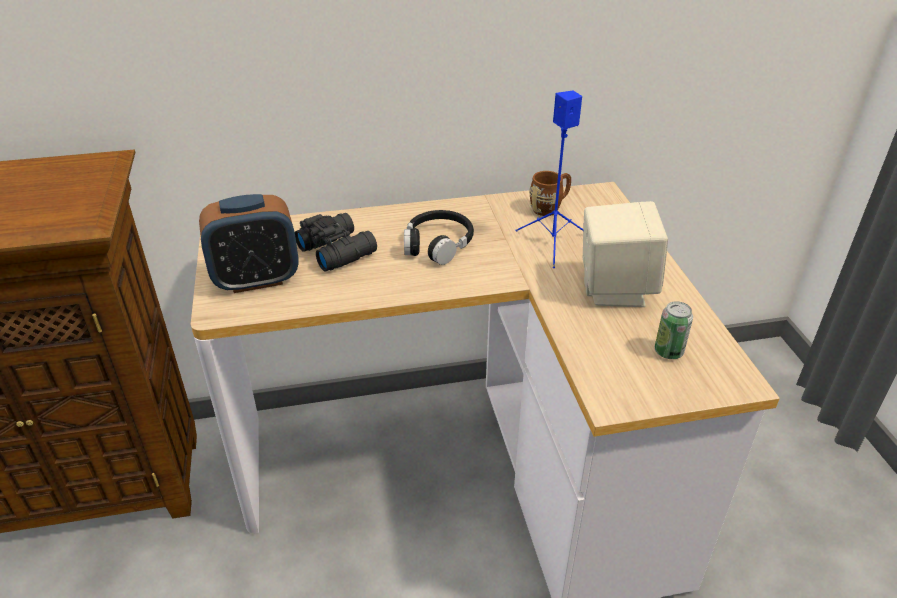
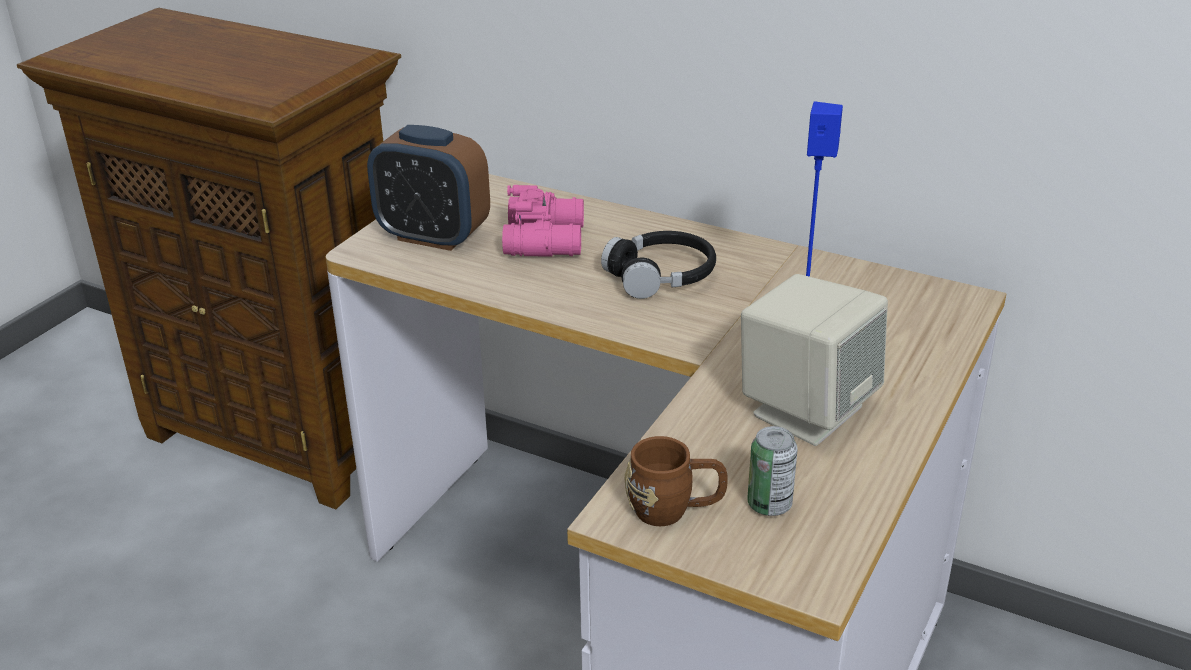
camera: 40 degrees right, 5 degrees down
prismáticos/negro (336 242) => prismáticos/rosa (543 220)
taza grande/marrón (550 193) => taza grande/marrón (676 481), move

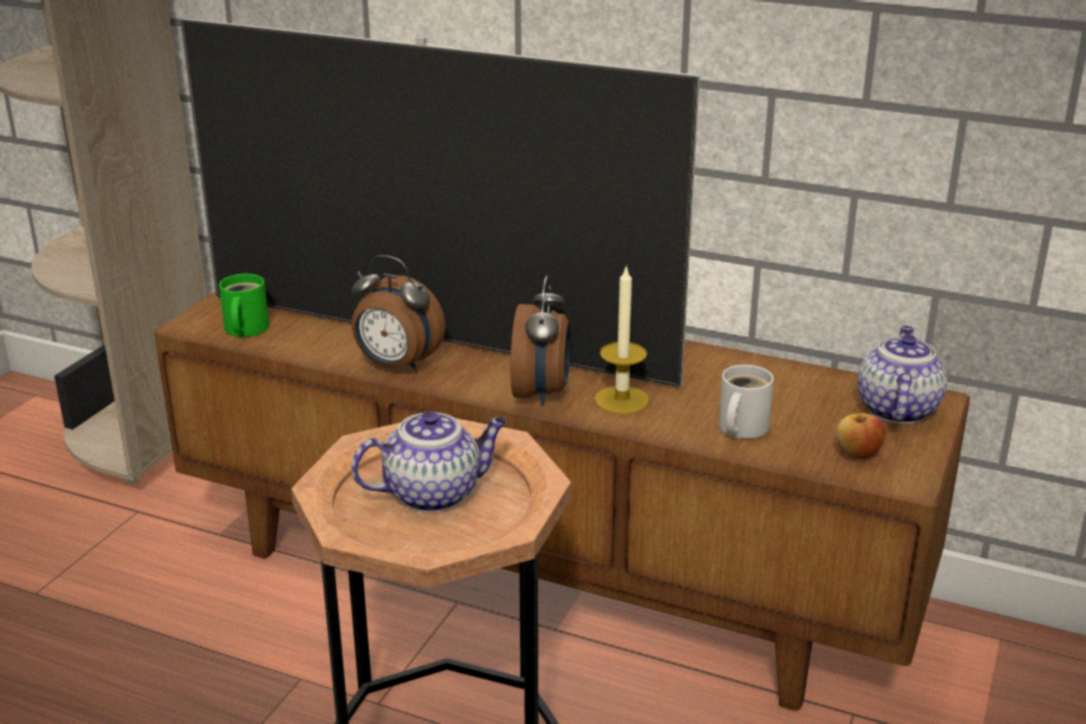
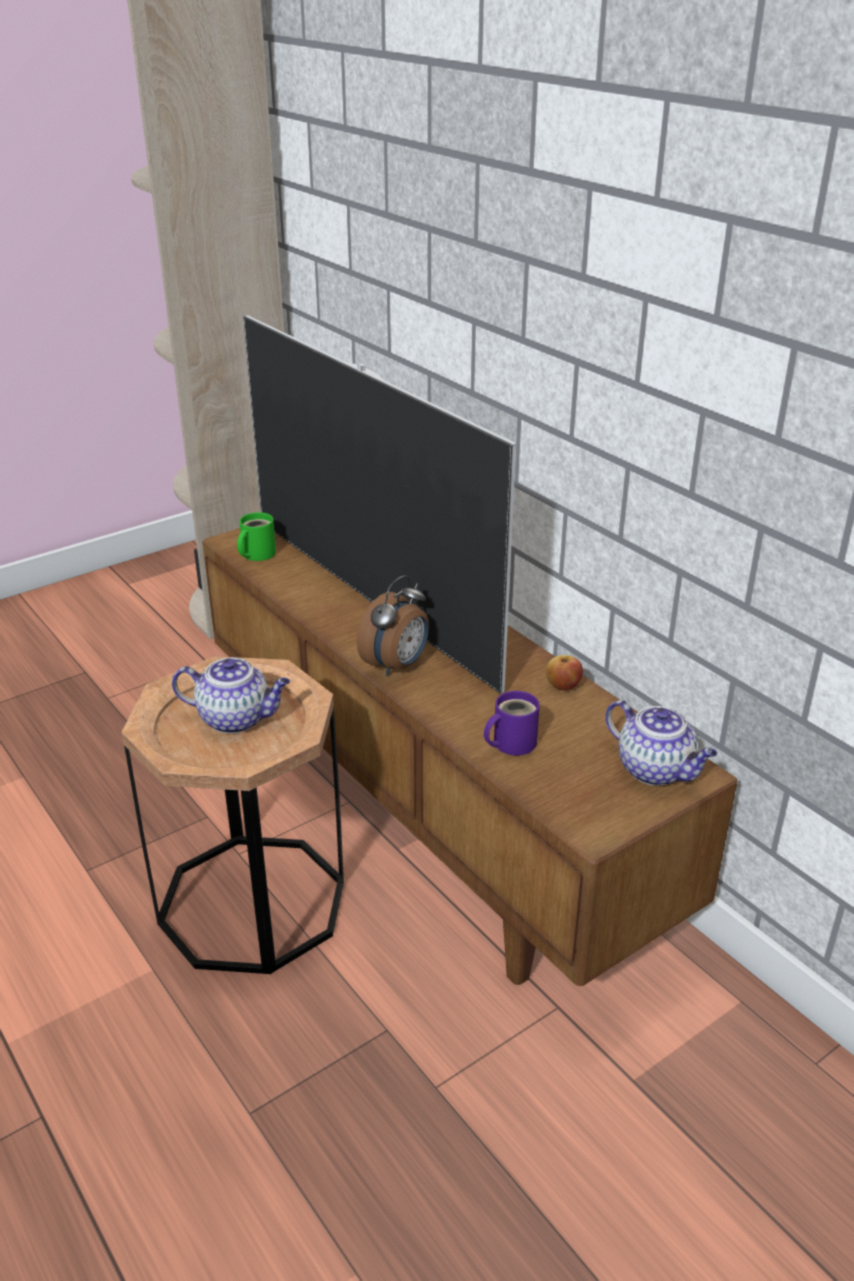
camera: 30 degrees right, 5 degrees up
taza grande/blanco (746 402) => taza grande/morado (512 723)
manzana (860 436) => manzana (564 672), move
tetera (902 374) => tetera (661 743), 90 degrees clockwise
despertador (399 314) => nothing
vela (621 339) => nothing

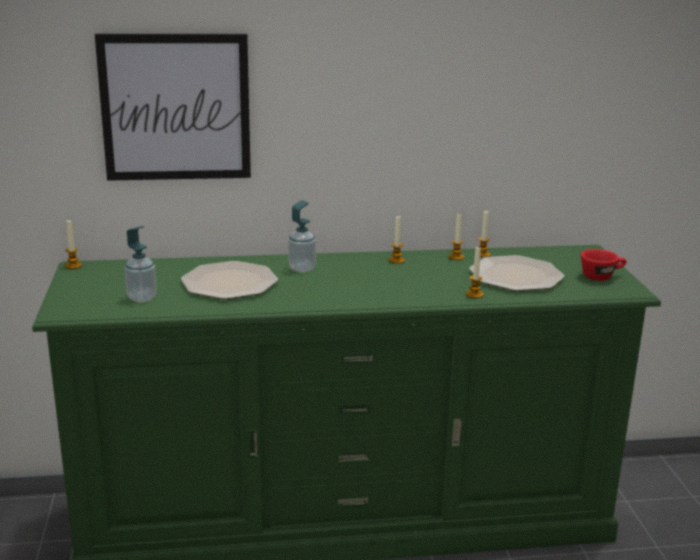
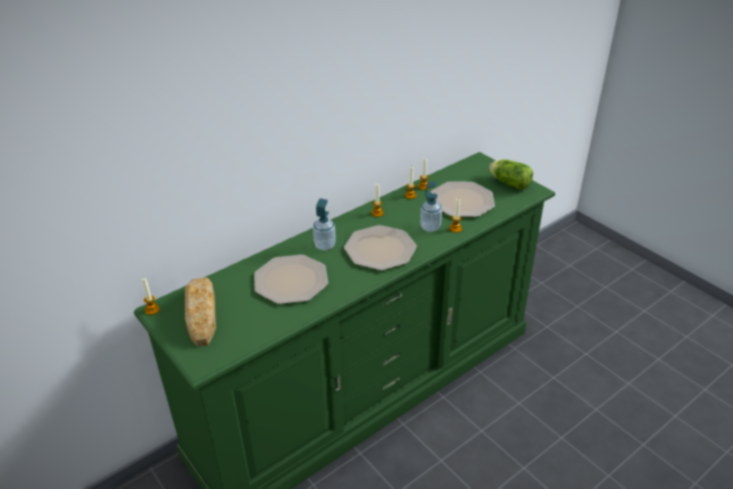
camera: 30 degrees left, 15 degrees up
nothing => pan (200 312)
nothing => plato (380 247)
dispensador de jabón (140 264) => dispensador de jabón (431 206), move
taza/rojo (604 265) => lechuga (511 174)
cuadro (173 107) => nothing

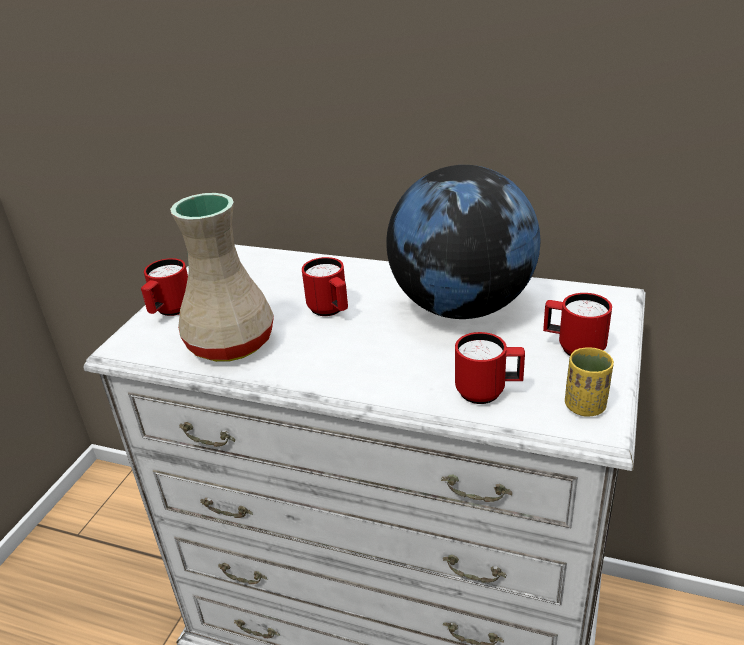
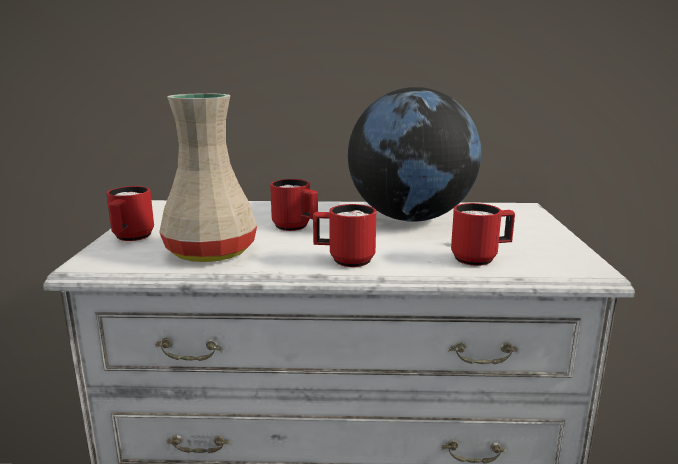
camera: 20 degrees left, 15 degrees down
taza grande/rojo (577 324) => taza grande/rojo (344 235), move
taza/amarillo (589 382) => nothing

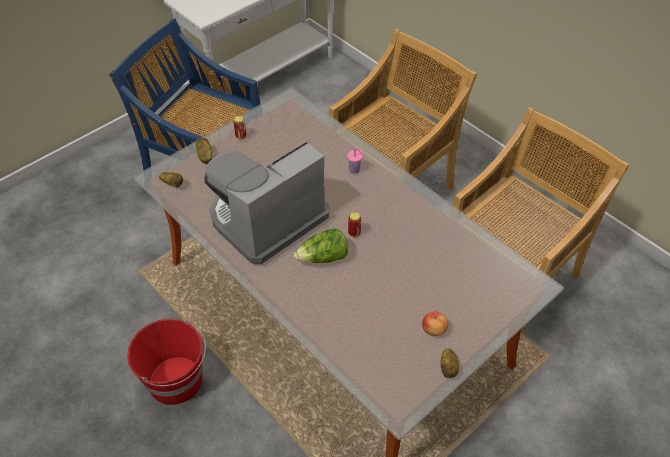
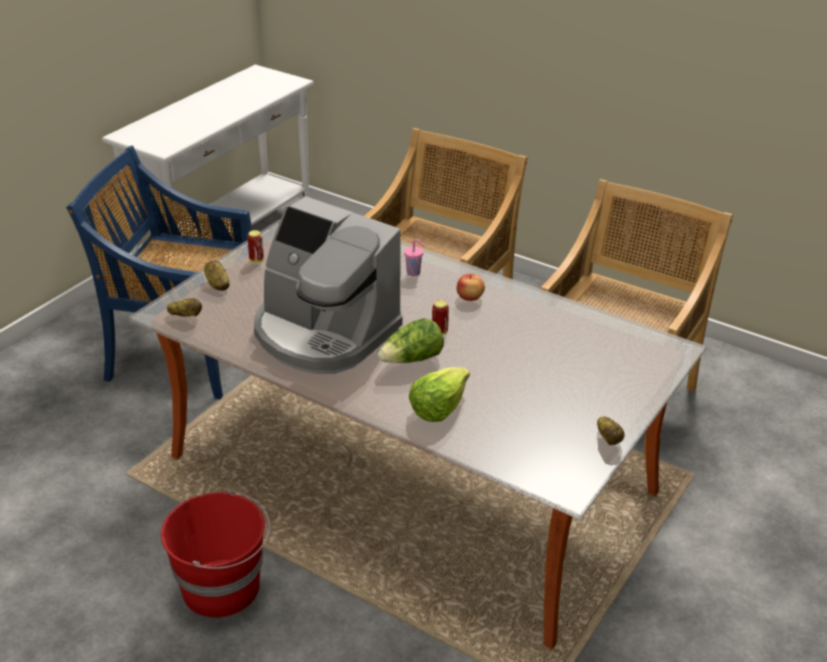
camera: 15 degrees left, 15 degrees down
cafetera (266 202) => cafetera (328 285), 90 degrees counterclockwise
nothing => lechuga (439 394)
manzana (435 323) => manzana (471 287), move

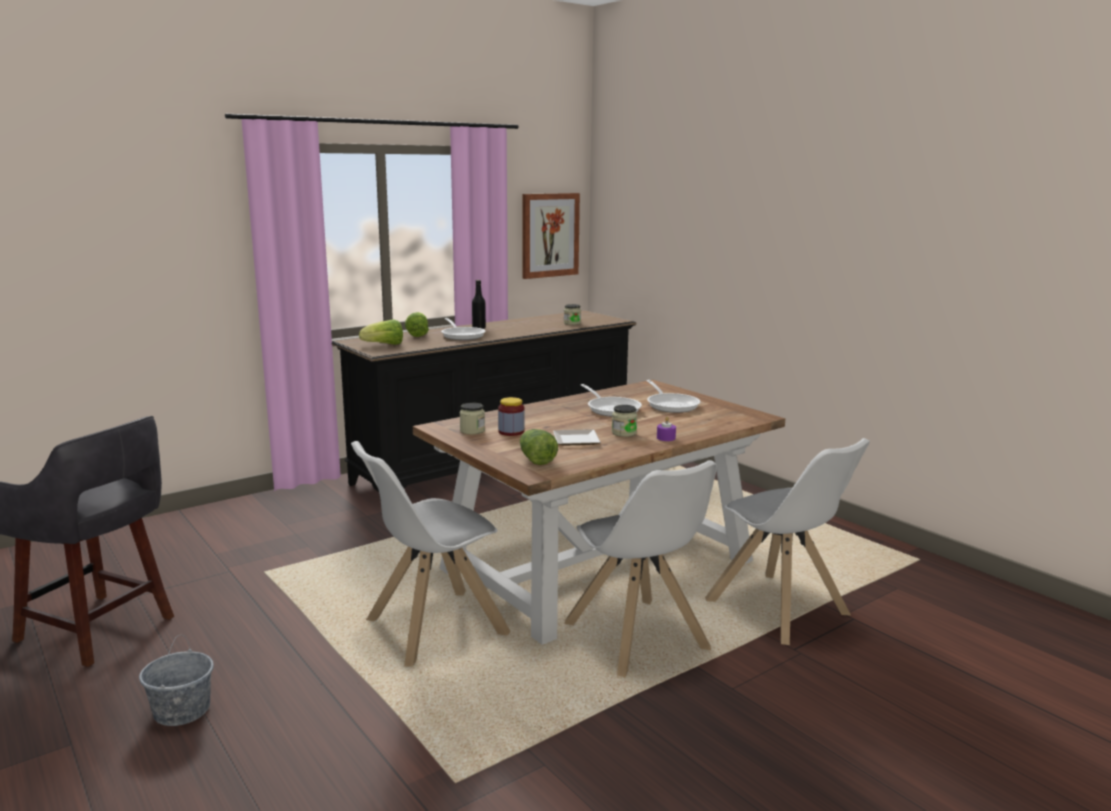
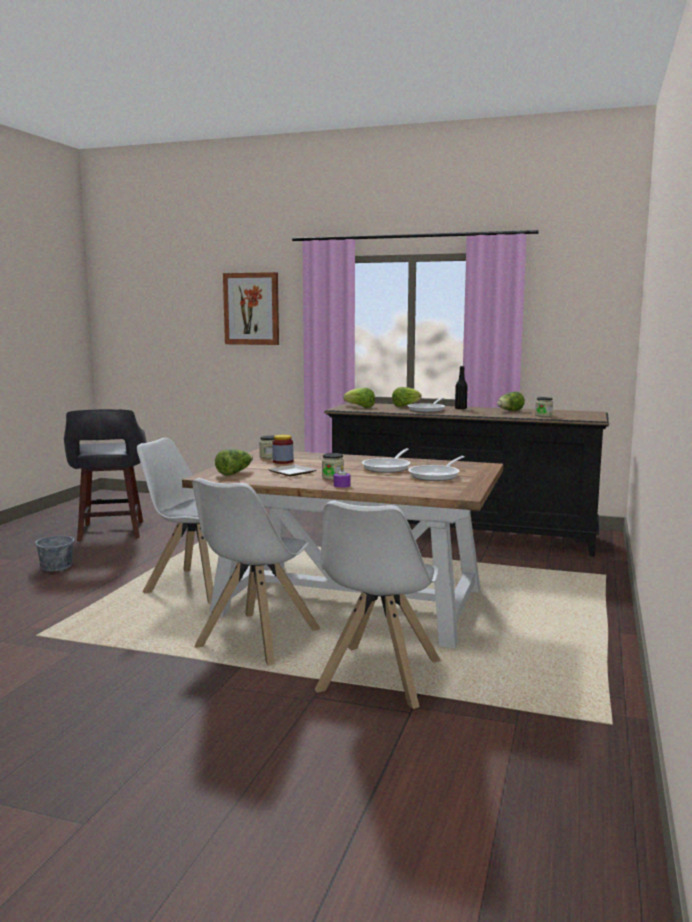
camera: 55 degrees right, 5 degrees down
cuadro (551 236) => cuadro (251 308), move
nothing => lechuga (511 401)

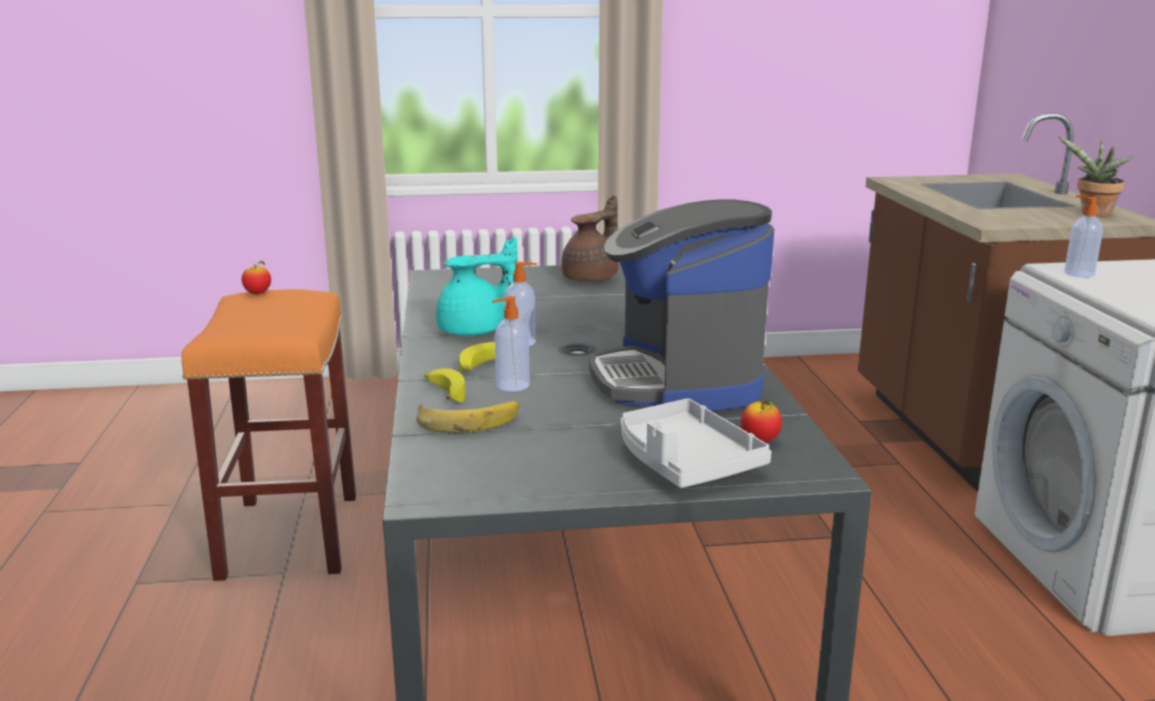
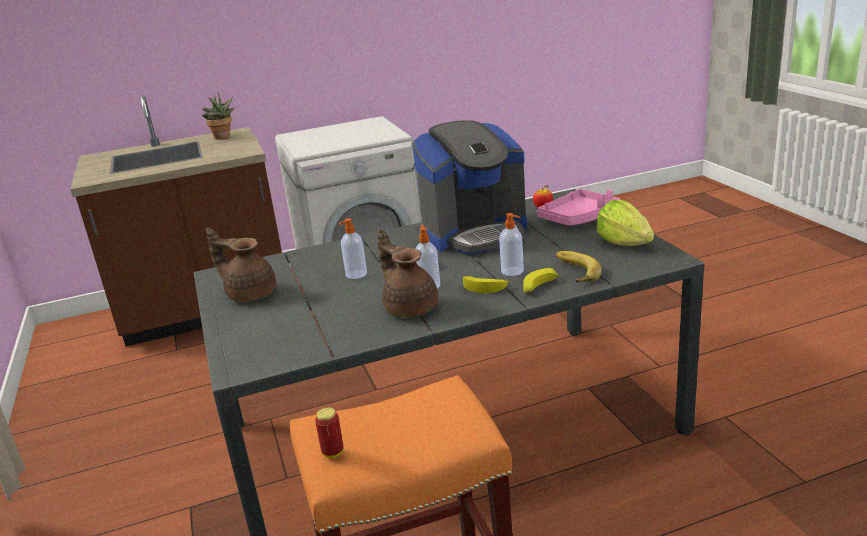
camera: 100 degrees left, 5 degrees up
manzana (256 277) => lata (329 432)
dispensador de jabón (1083 236) => dispensador de jabón (352 248), move
tetera/turquesa (477 286) => tetera/marrón (407 273)
bandeja/gris (696 443) => bandeja/rosa (578 207)
nothing => lechuga (625 223)

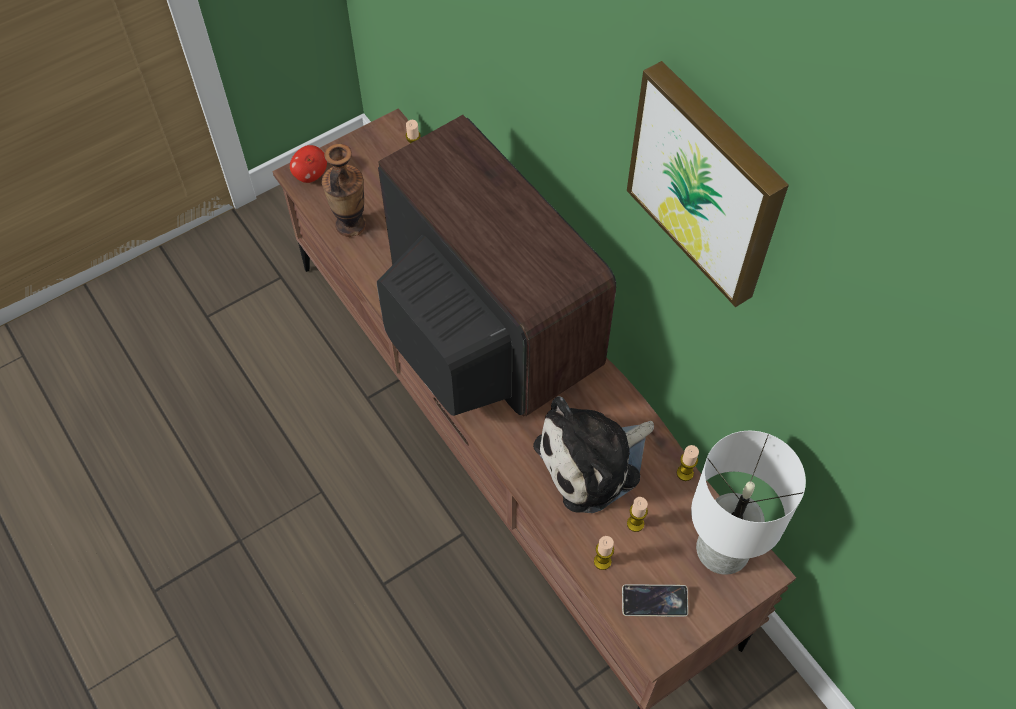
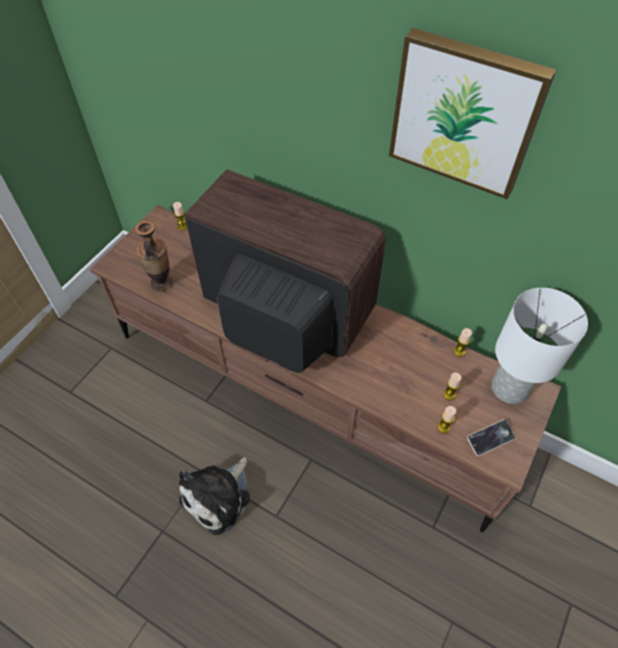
camera: 25 degrees left, 5 degrees down
peluche (593 454) => peluche (214 496), move
manzana (308 164) => nothing

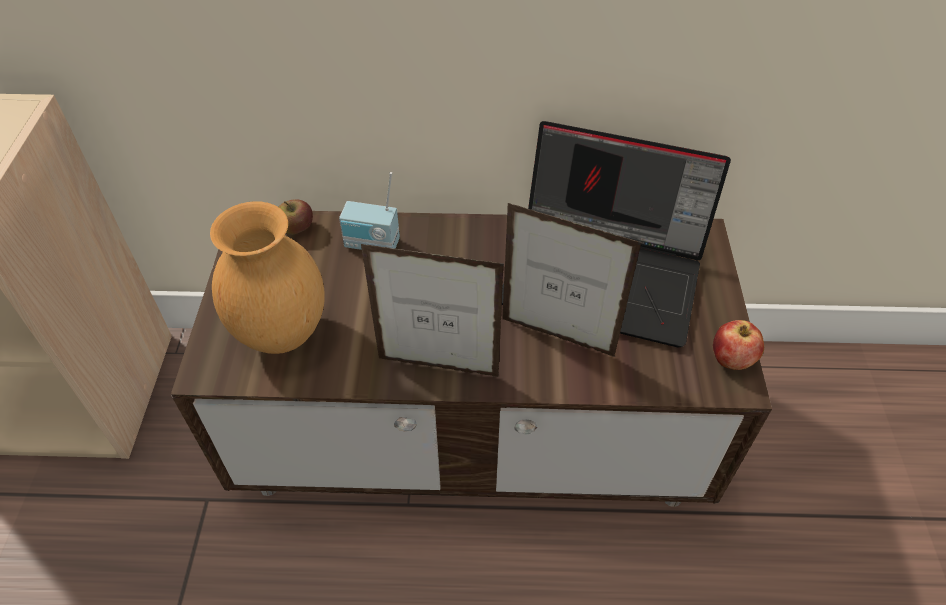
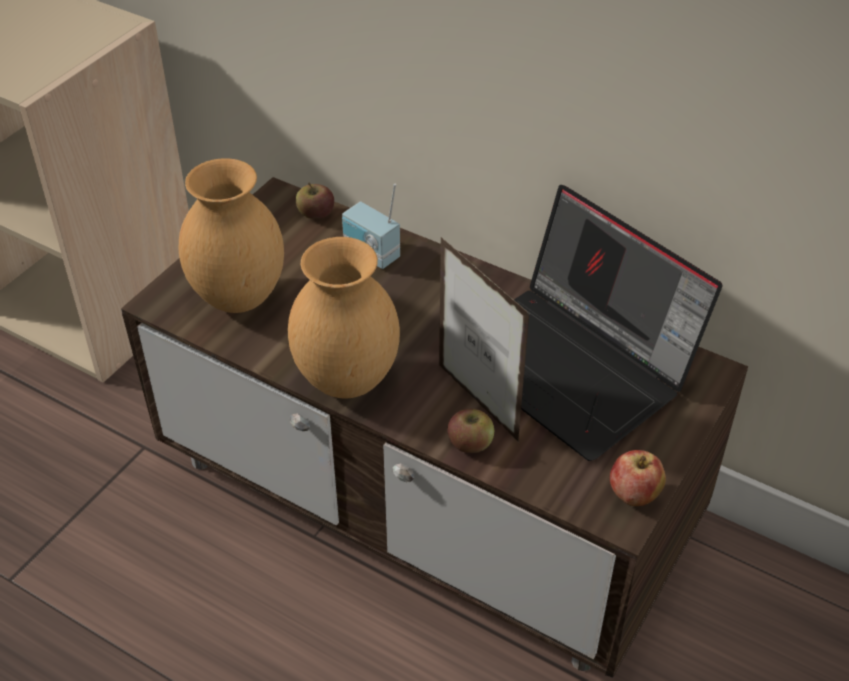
camera: 30 degrees right, 5 degrees down
portarretratos (432 310) => florero/marrón (344 318)
nothing => manzana (470 431)

